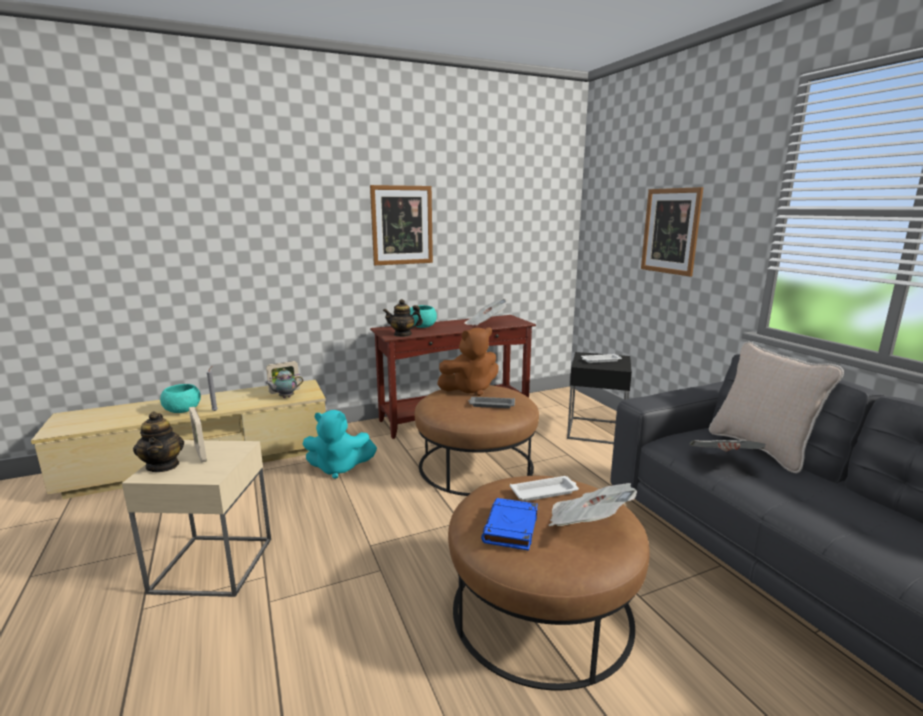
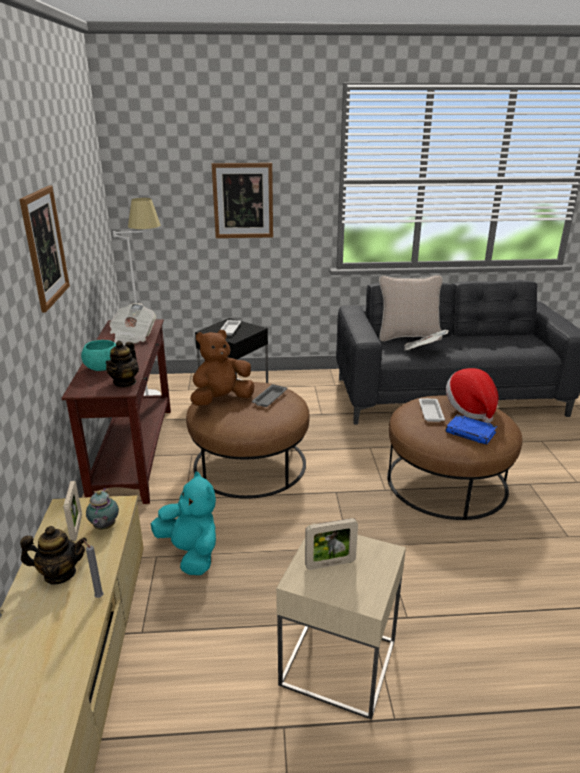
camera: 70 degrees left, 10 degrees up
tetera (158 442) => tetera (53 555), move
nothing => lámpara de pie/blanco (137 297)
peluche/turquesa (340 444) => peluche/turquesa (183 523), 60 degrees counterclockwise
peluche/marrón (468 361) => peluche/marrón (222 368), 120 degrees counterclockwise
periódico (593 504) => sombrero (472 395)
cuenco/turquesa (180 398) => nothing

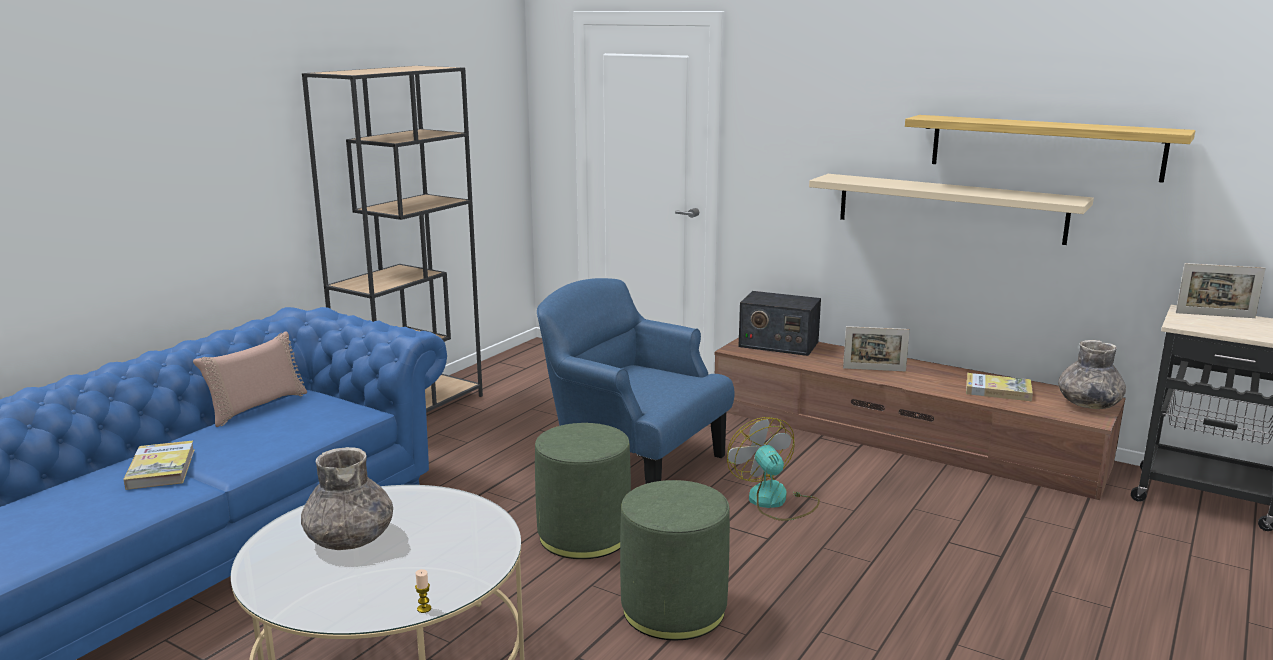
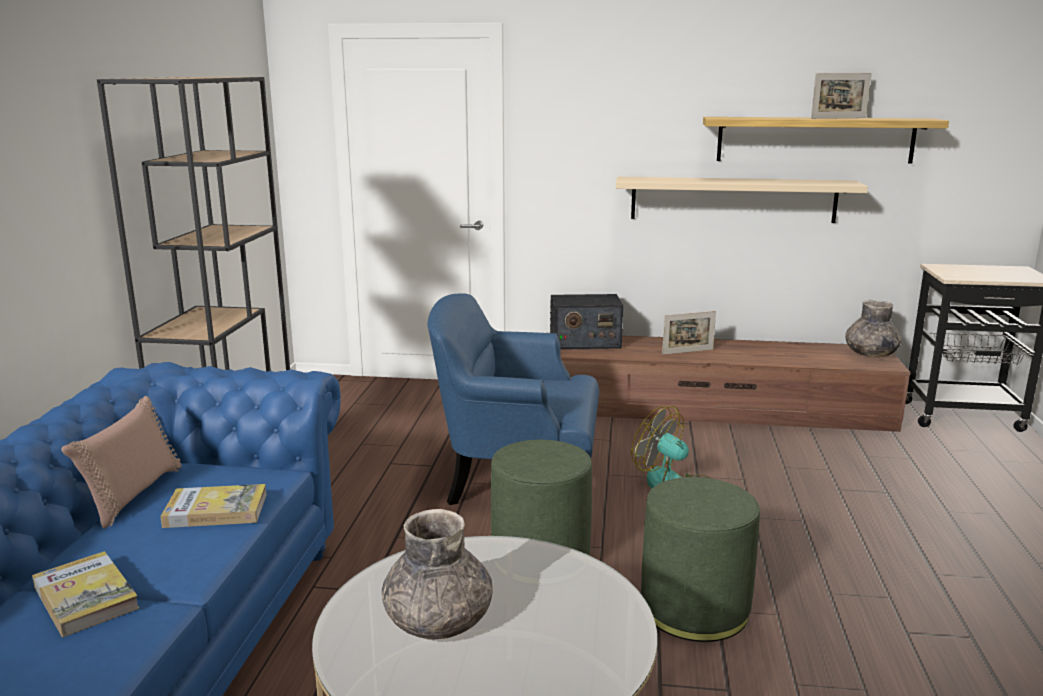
camera: 25 degrees left, 0 degrees up
libro (999 387) => libro (213 506), move
portarretratos (1221 290) => portarretratos (841 96), move
vela (423 591) => nothing

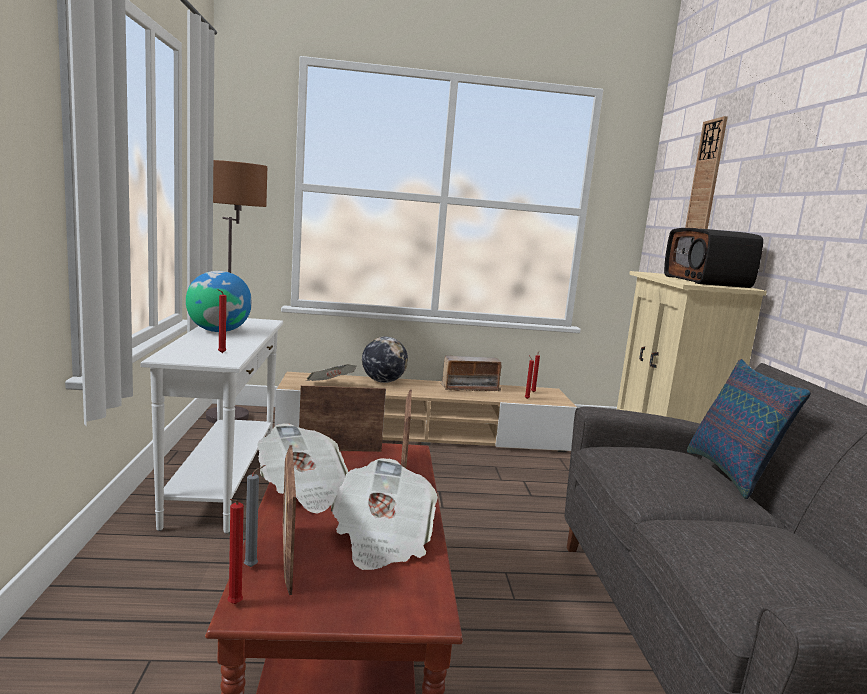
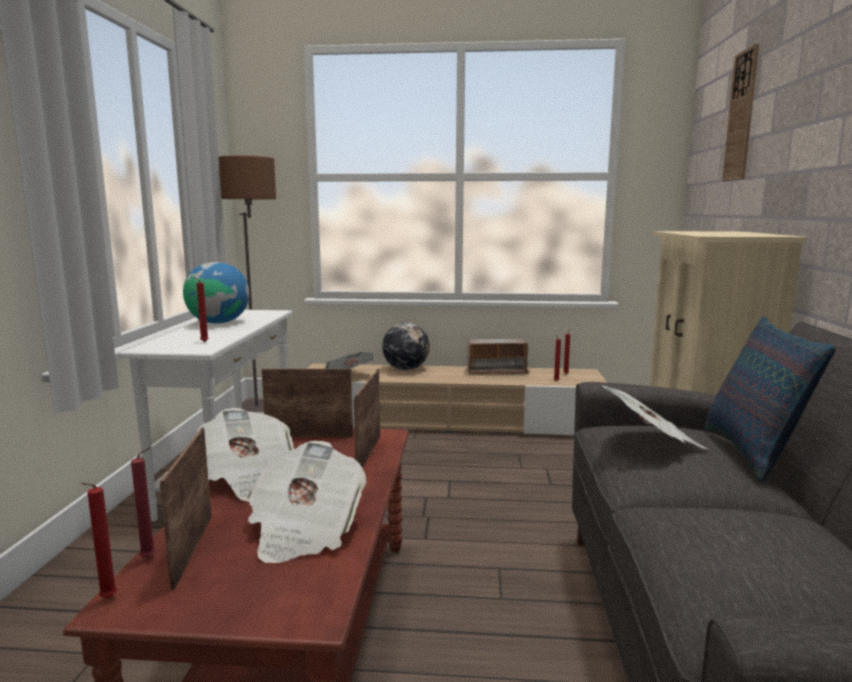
camera: 10 degrees right, 0 degrees up
vela/gris (255 516) => vela/rojo (143 502)
nothing => periódico (654 417)
radio (713 258) => nothing

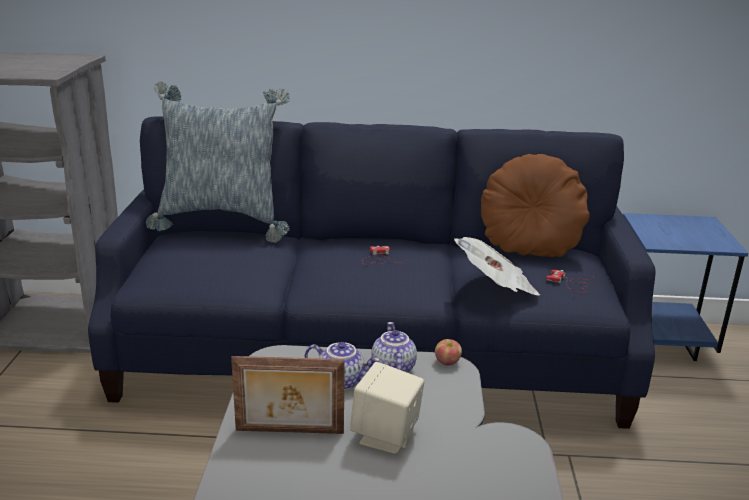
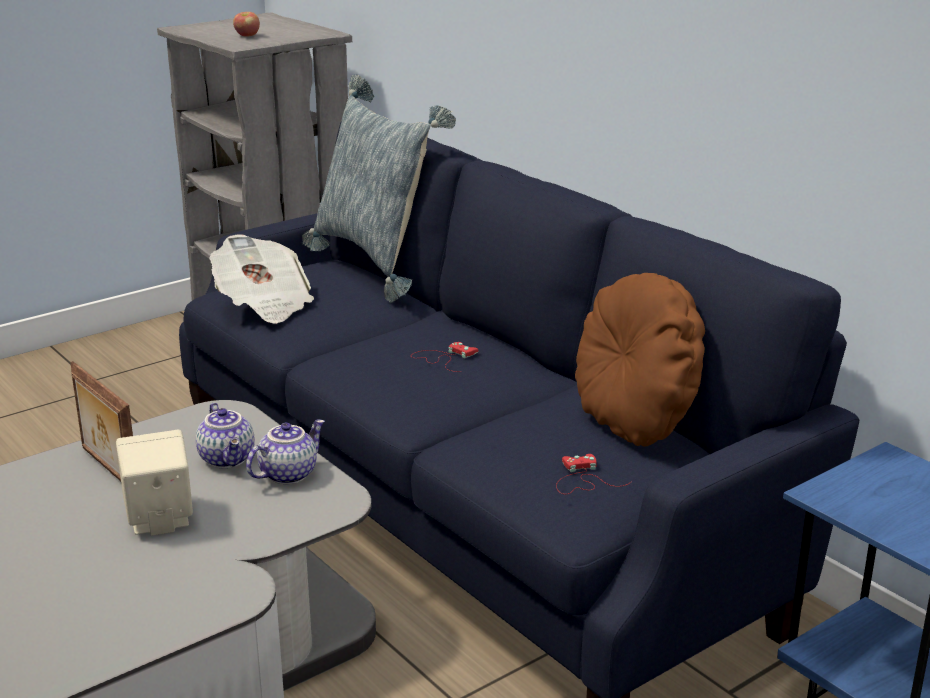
camera: 50 degrees right, 0 degrees up
periódico (497 266) => periódico (261 279), move
manzana (448 352) => manzana (246 24), move

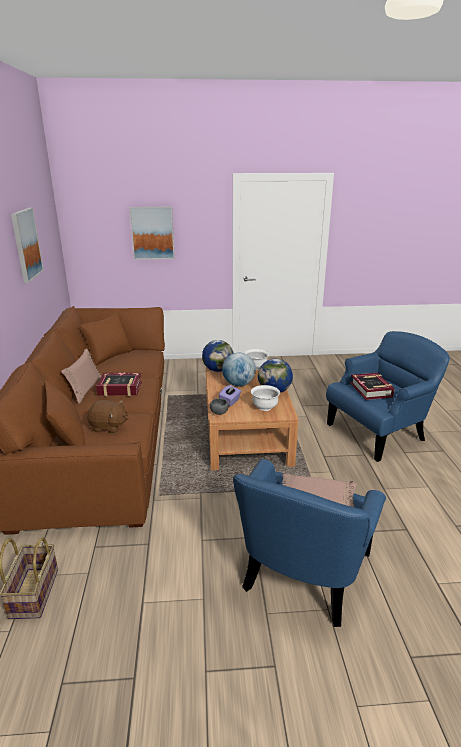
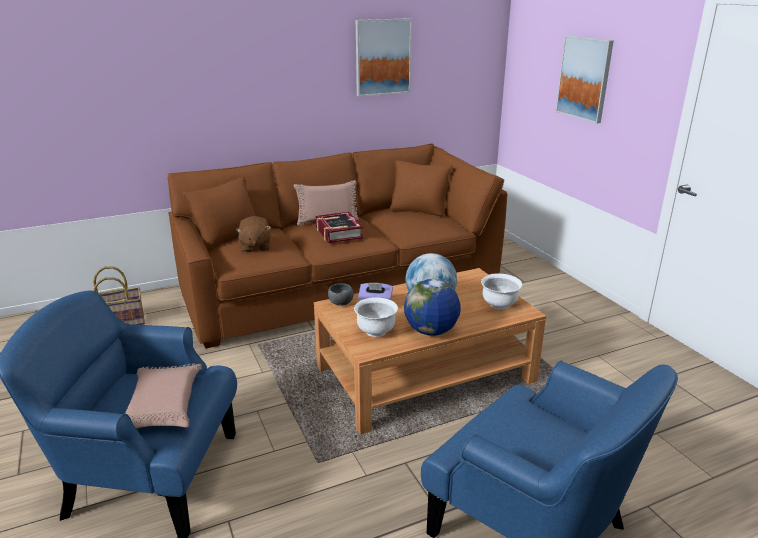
camera: 70 degrees right, 0 degrees up
globo terráqueo (218 356) => nothing
libro (372 386) => nothing

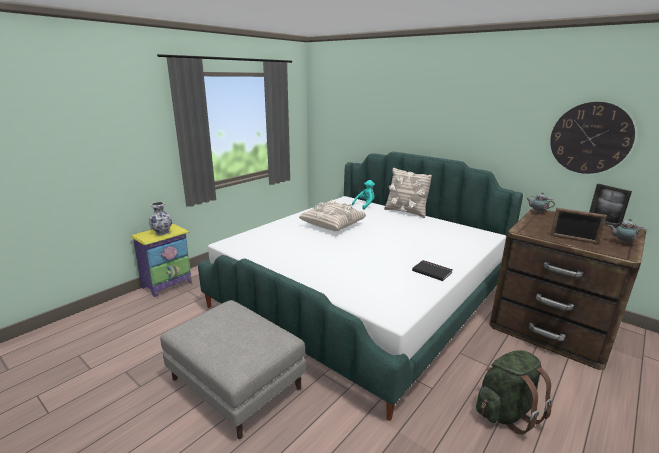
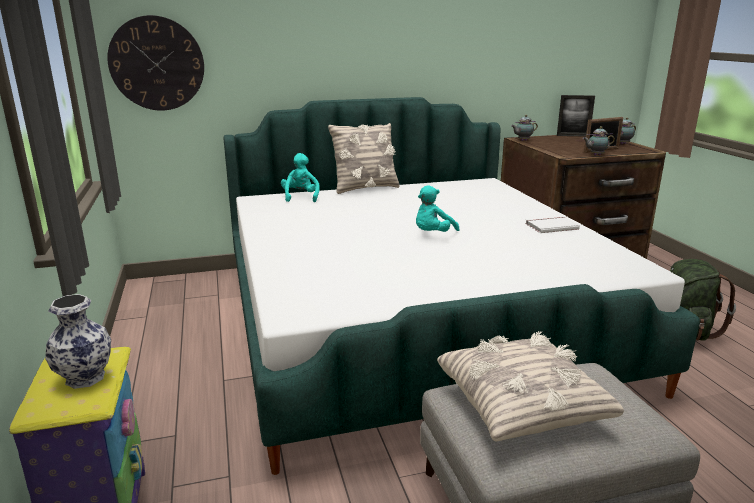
camera: 55 degrees left, 0 degrees up
reloj de pared (592 138) => reloj de pared (155 63), move
nothing => peluche/turquesa (437 209)
cojín/beis (332 215) => cojín/beis (530 386), move
libro/negro (432 270) => libro/blanco (552 224)
nothing => tetera (598 141)

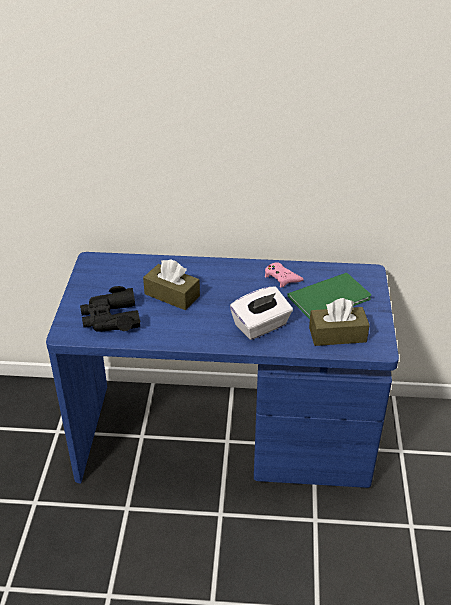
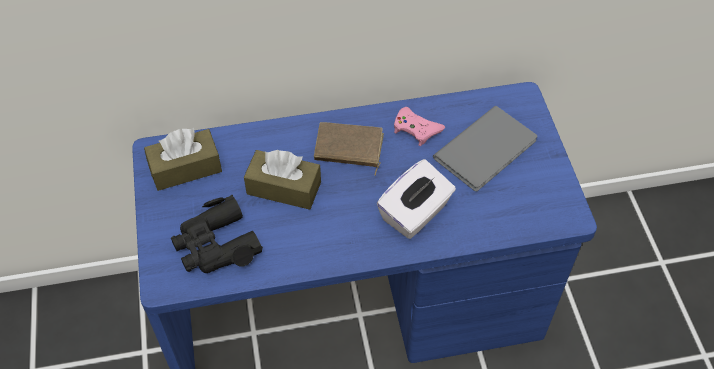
camera: 15 degrees left, 15 degrees up
caja de pañuelos/marrón (339 322) => caja de pañuelos/marrón (183 159), move
nothing => libro/marrón (349 149)
libro/verde (329 296) => libro/gris (485 148)

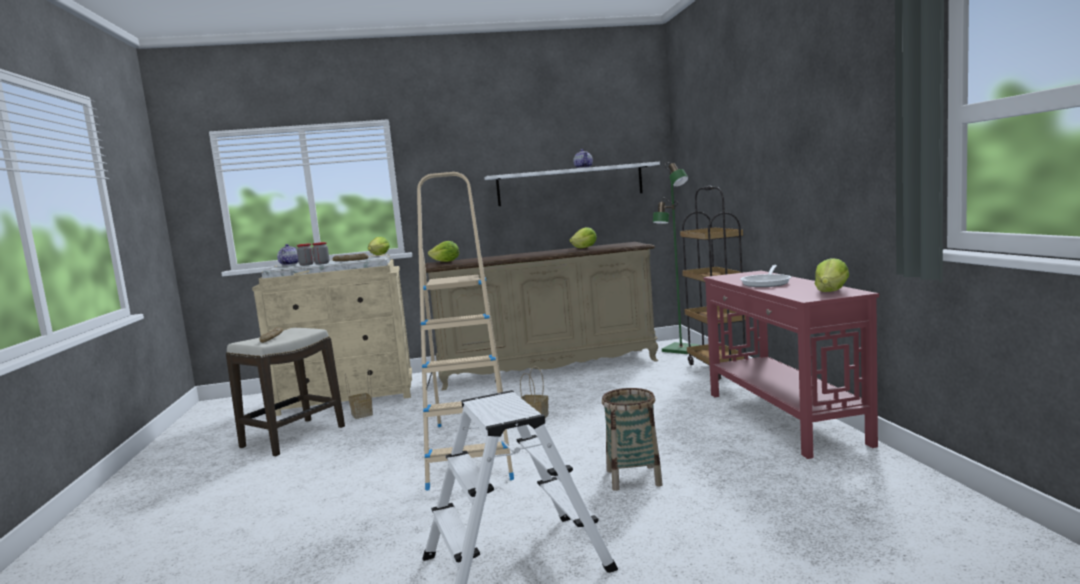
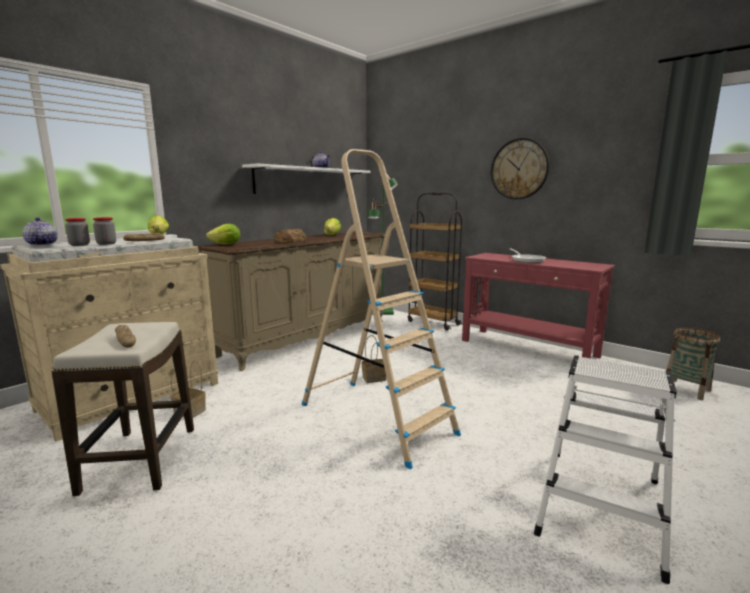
camera: 40 degrees left, 5 degrees up
nothing => pan (290 236)
nothing => reloj de pared (520 168)
cesta (632 439) => cesta (693 364), move
lechuga (832 275) => nothing

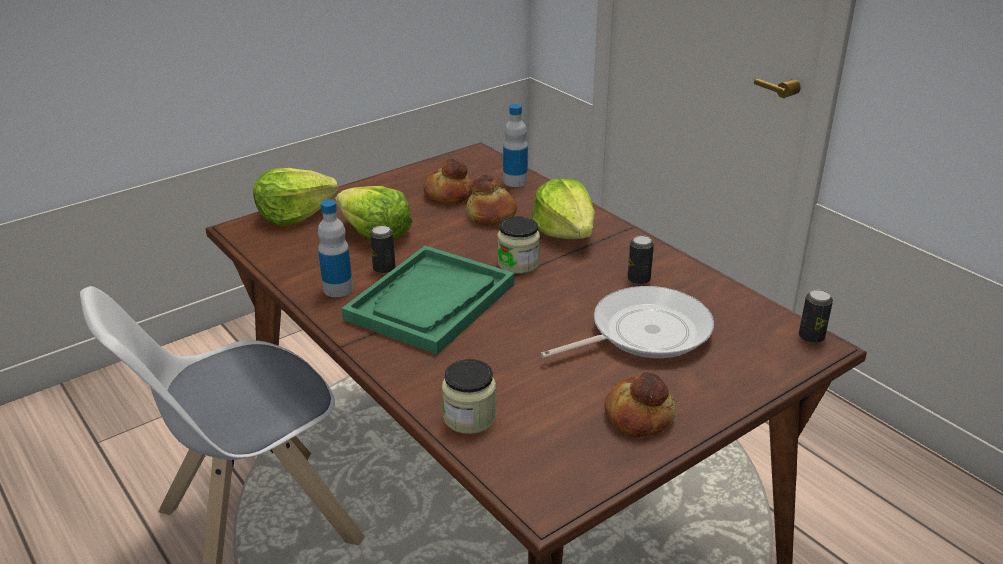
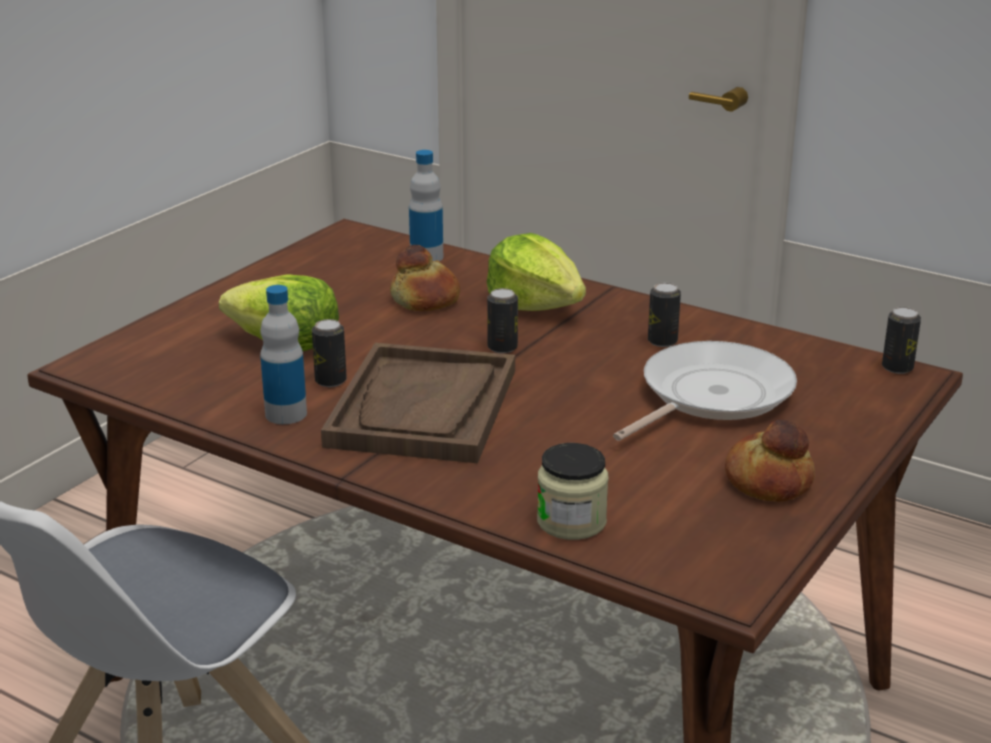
camera: 20 degrees left, 5 degrees down
bandeja/verde (428 300) => bandeja/marrón (418 403)
tarro (519 245) => lata (502 320)
lechuga (295 197) => nothing
pan (447 181) => nothing

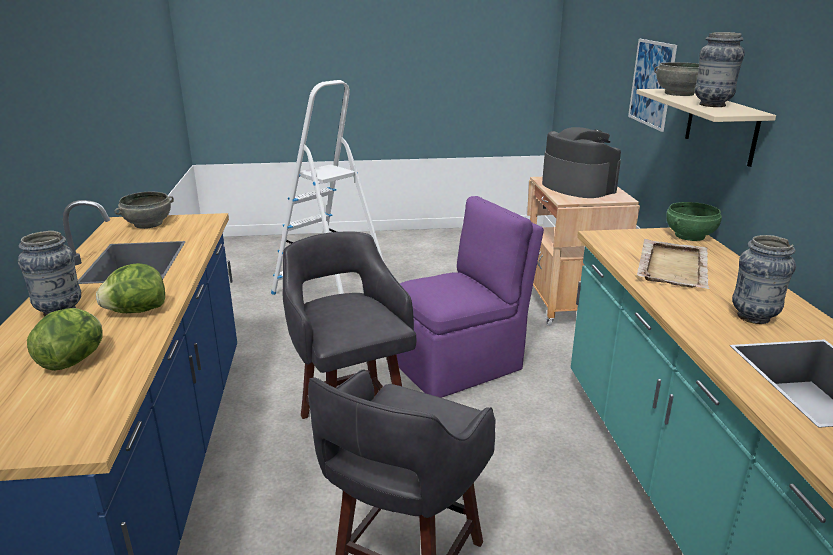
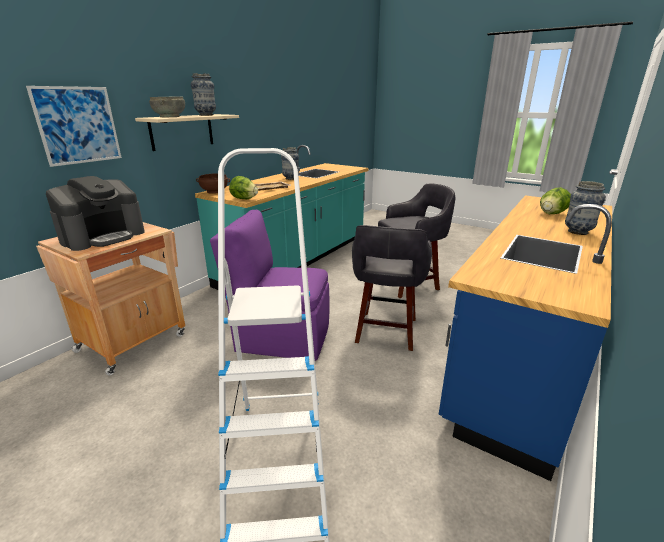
camera: 140 degrees left, 0 degrees up
cafetera (581 162) => cafetera (95 213), 150 degrees counterclockwise
cuenco/verde (694 221) => cuenco/marrón (213 183)
lechuga (130 288) => lechuga (243 187), move
cuenco/gris (144 210) => nothing

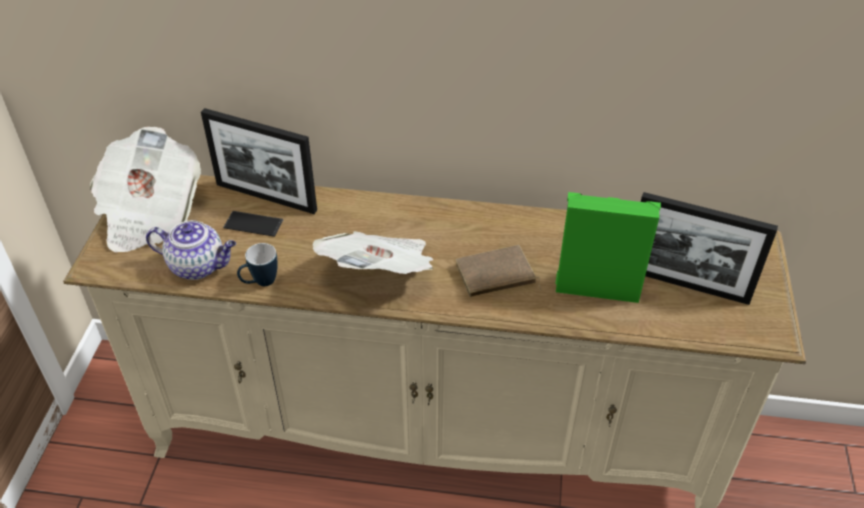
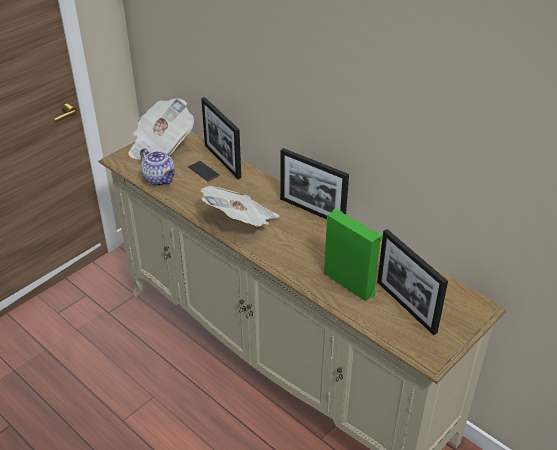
camera: 35 degrees right, 5 degrees down
nothing => portarretratos (314 183)
taza grande (257 264) => nothing
libro/marrón (498 271) => nothing

